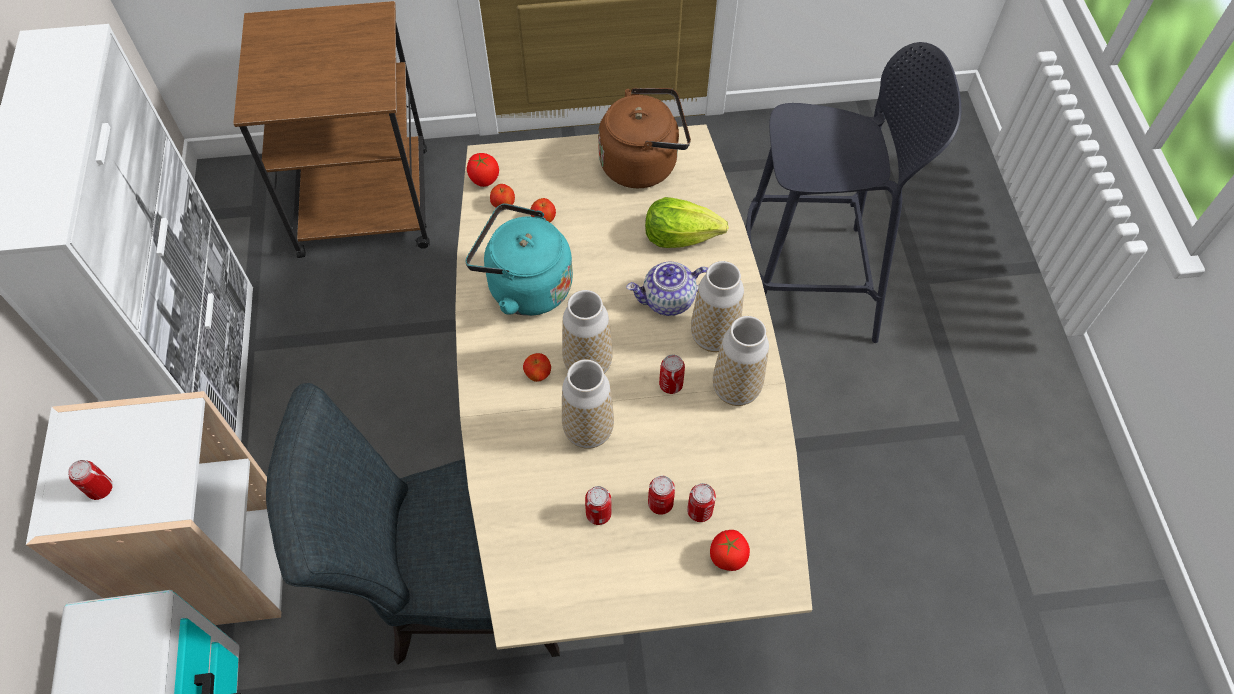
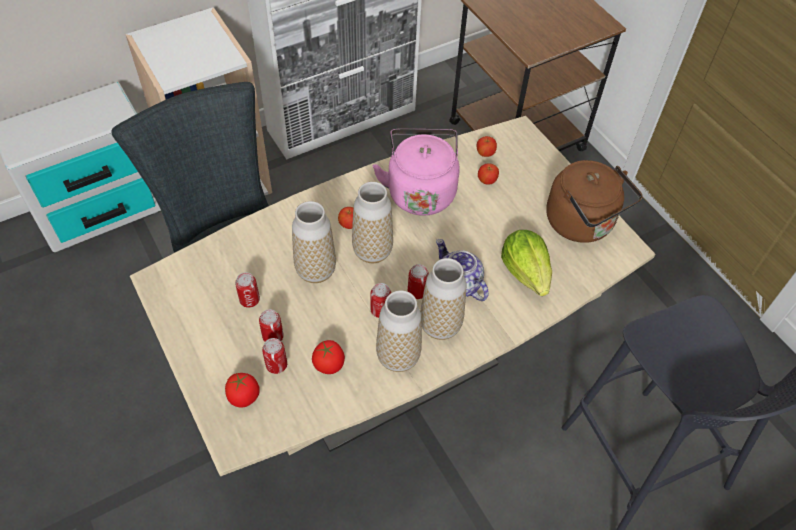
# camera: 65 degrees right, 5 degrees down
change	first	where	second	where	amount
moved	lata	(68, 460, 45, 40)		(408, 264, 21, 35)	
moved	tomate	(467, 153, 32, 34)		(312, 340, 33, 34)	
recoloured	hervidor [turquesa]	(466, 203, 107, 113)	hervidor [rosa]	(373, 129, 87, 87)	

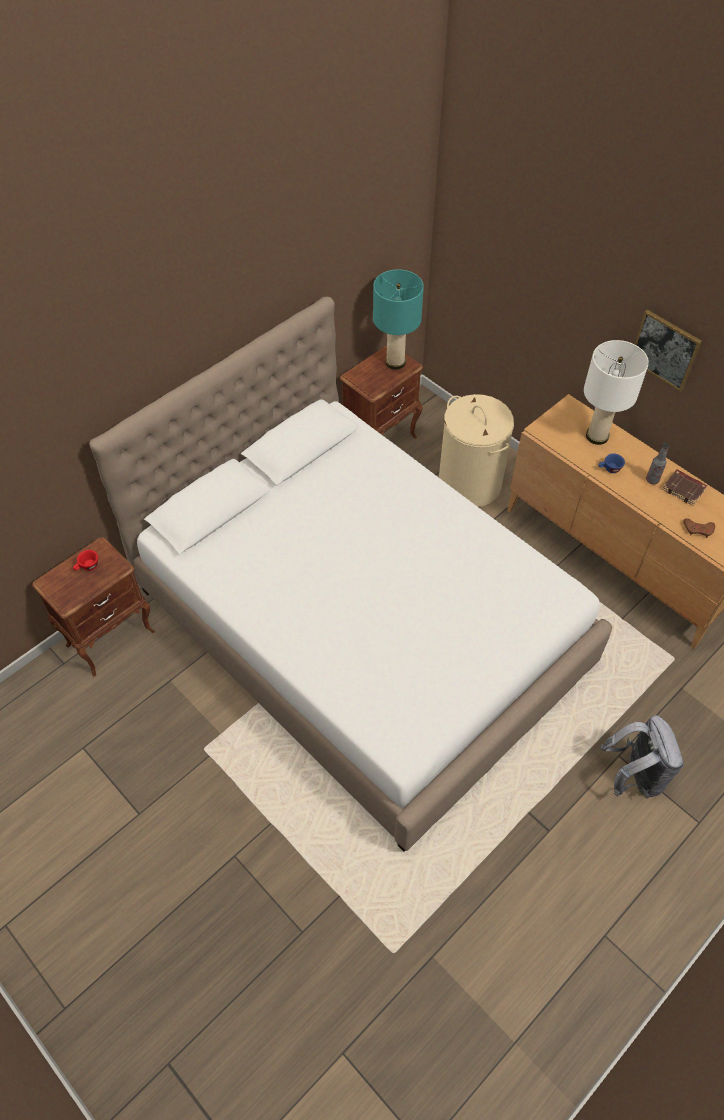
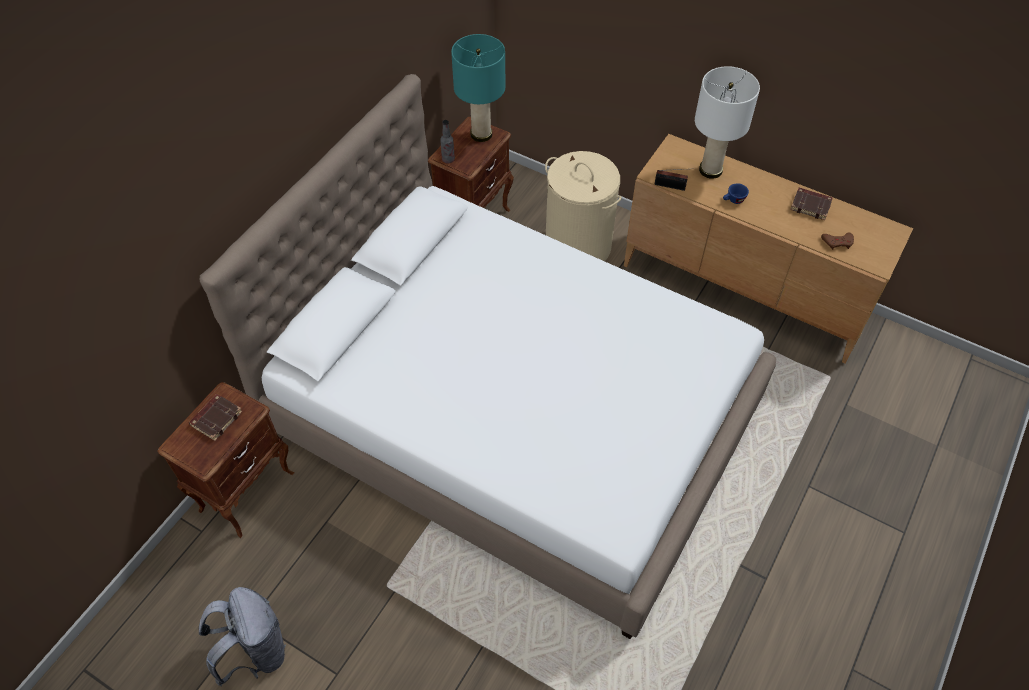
# camera: 15 degrees left, 0 degrees up
change	first	where	second	where	amount
removed	cuadro	(635, 309, 67, 83)			
added			radio	(655, 168, 39, 23)	
moved	mochila [gris]	(600, 715, 84, 84)		(199, 587, 87, 99)	
moved	botella	(646, 443, 23, 41)		(440, 120, 15, 44)	
replaced	taza [rojo]	(73, 550, 25, 21)	libro [marrón]	(189, 394, 54, 47)	

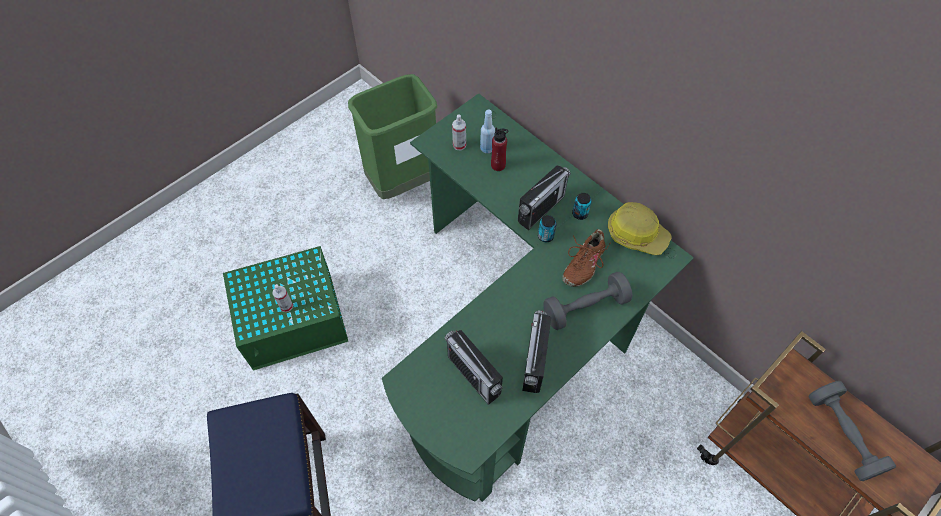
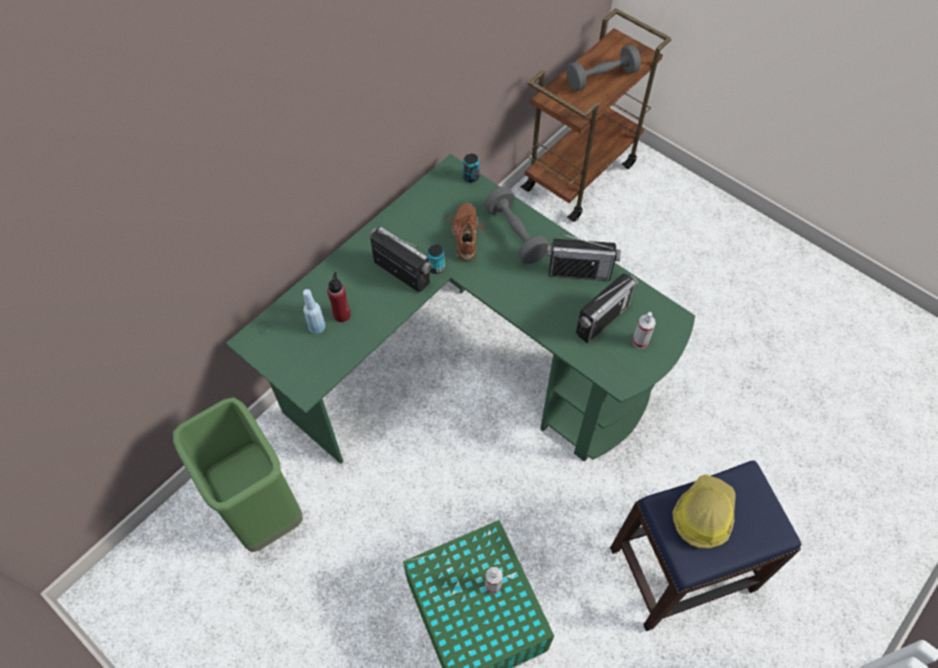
# camera: 95 degrees left, 0 degrees up
change	first	where	second	where	amount
moved	pulverizador	(452, 114, 14, 36)		(632, 312, 24, 37)	
moved	lata	(572, 193, 20, 27)		(463, 153, 17, 29)	
moved	casco	(608, 202, 64, 53)		(672, 474, 64, 75)	
turned	zapato [marrón]	(562, 229, 50, 58)		(446, 203, 44, 58)	120 degrees counterclockwise

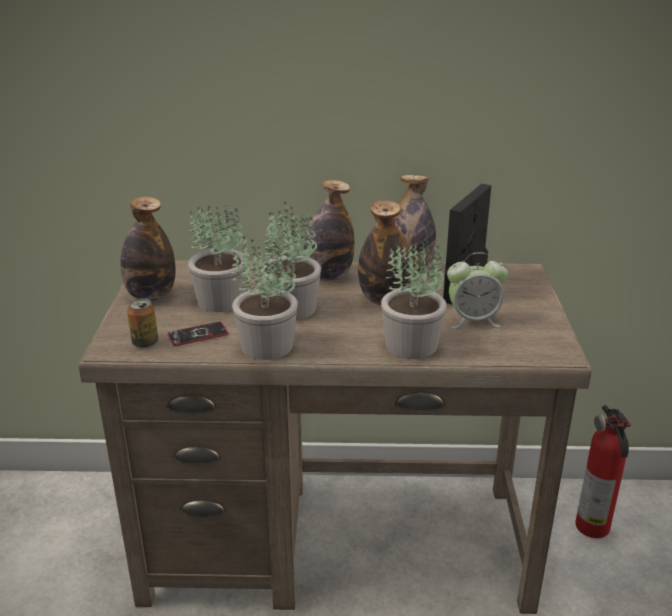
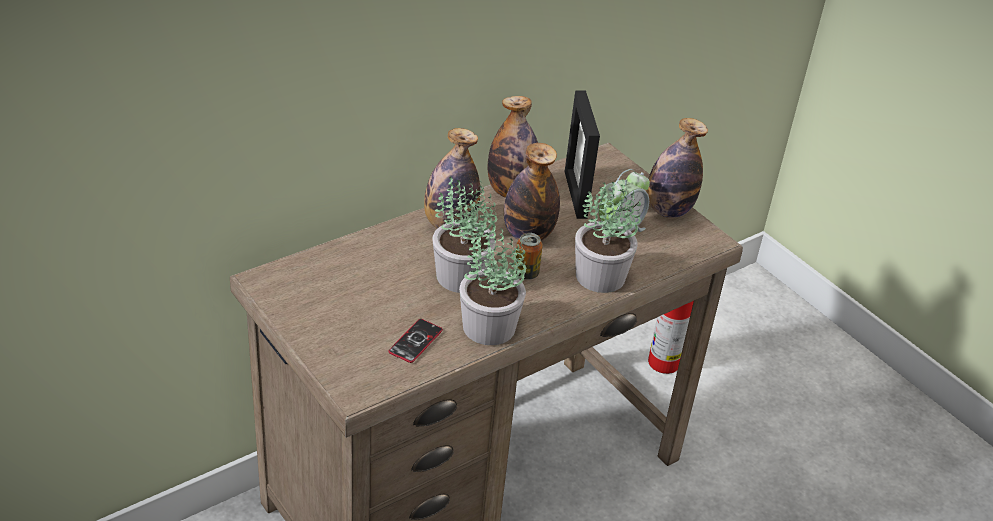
# camera: 40 degrees left, 10 degrees up
change	first	where	second	where	amount
removed	planta en maceta	(188, 204, 58, 108)			
moved	botella	(120, 196, 56, 105)		(646, 118, 62, 100)	
moved	lata	(127, 298, 31, 50)		(514, 233, 29, 47)	

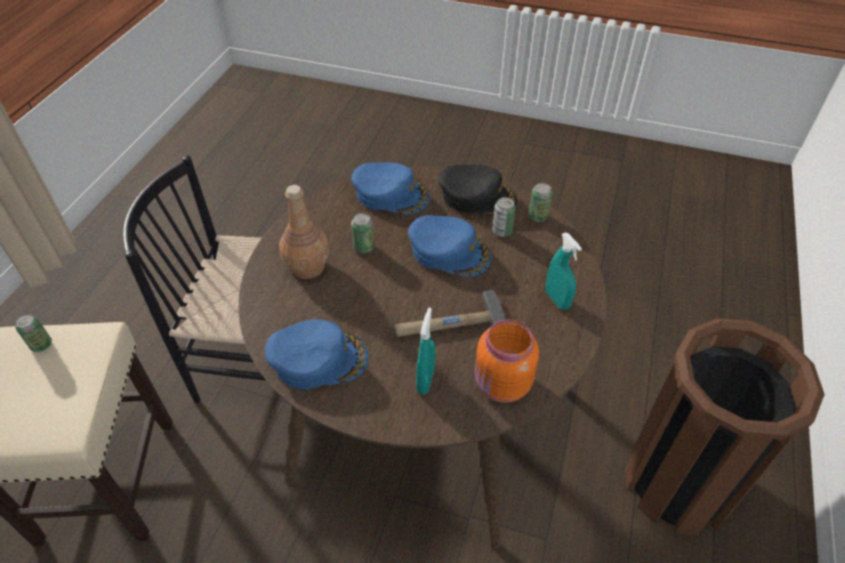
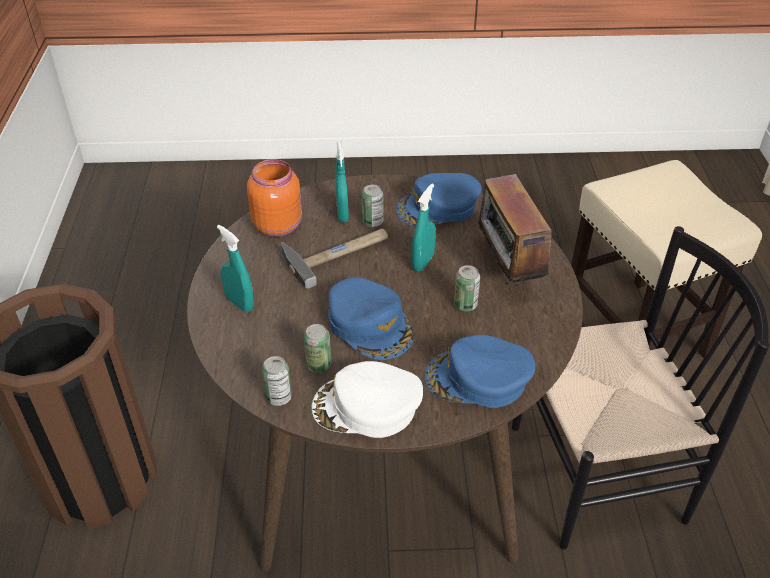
# camera: 160 degrees right, 5 degrees down
change	first	where	second	where	amount
added			pulverizador [turquesa]	(412, 184, 24, 88)	
moved	lata	(15, 314, 37, 38)		(362, 185, 21, 42)	
replaced	botella [marrón]	(279, 185, 50, 94)	radio	(471, 169, 80, 117)	
recoloured	gorra [negro]	(438, 165, 79, 51)	gorra [blanco]	(312, 361, 111, 77)	
turned	gorra [azul]	(408, 215, 84, 62)		(328, 277, 86, 83)	135 degrees counterclockwise

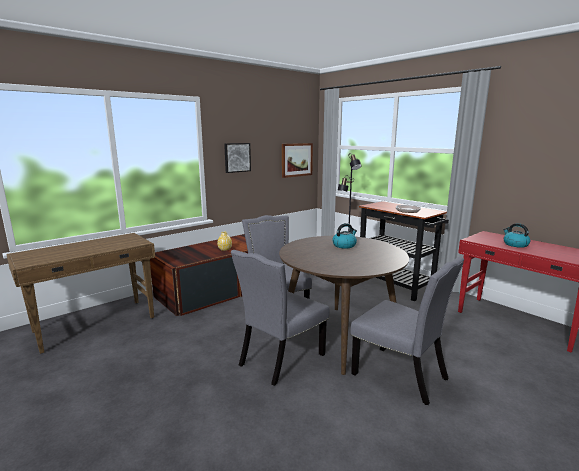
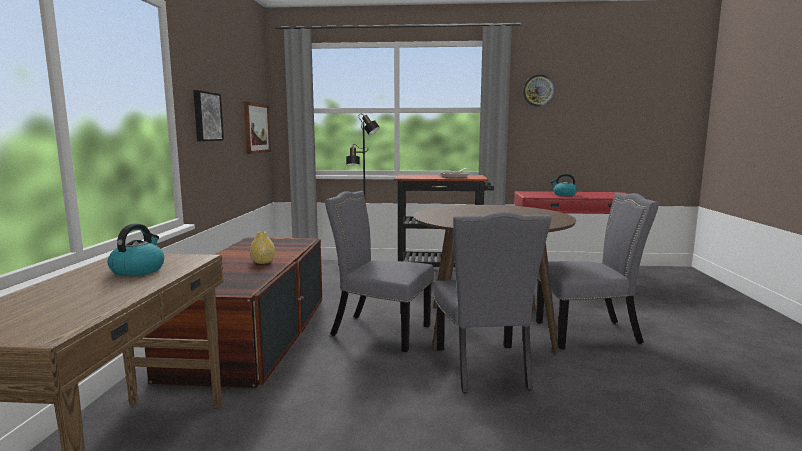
# camera: 45 degrees left, 5 degrees down
change	first	where	second	where	amount
added			reloj de pared	(523, 74, 32, 33)	
moved	hervidor	(332, 223, 25, 26)		(107, 224, 57, 52)	

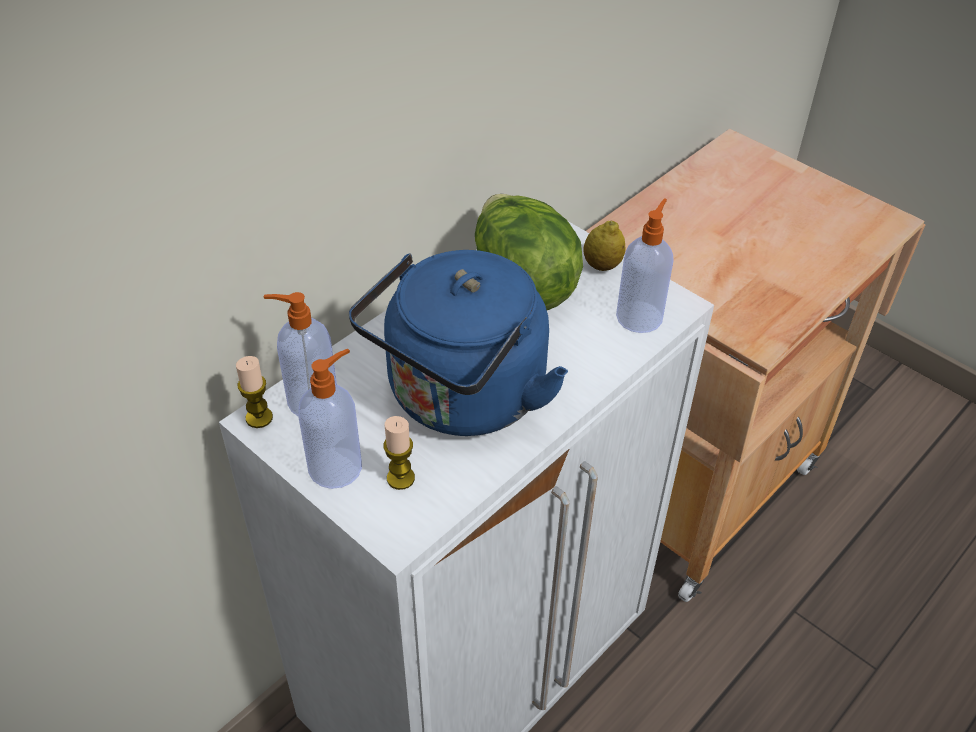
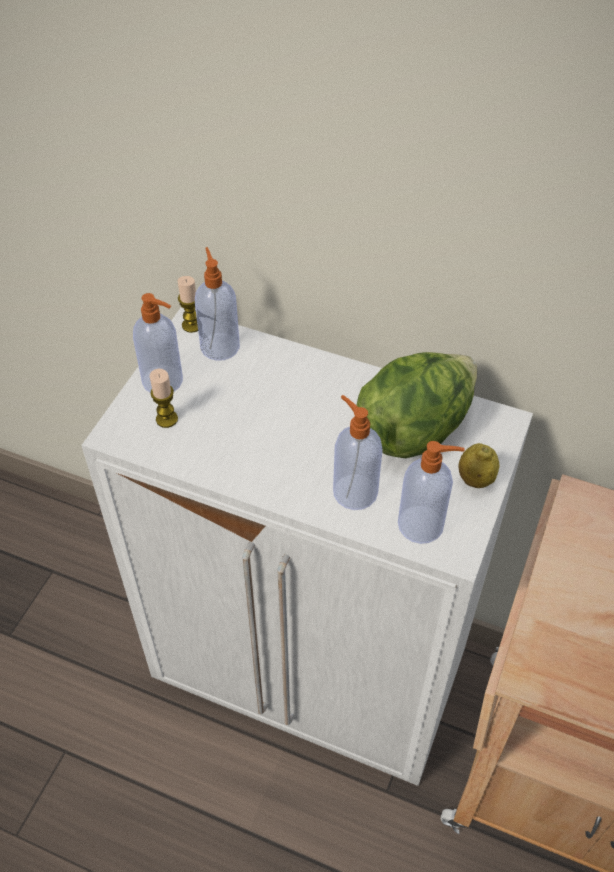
# camera: 70 degrees right, 5 degrees up
change	first	where	second	where	amount
removed	hervidor [azul]	(349, 250, 219, 186)			
added			dispensador de jabón	(333, 395, 50, 115)	

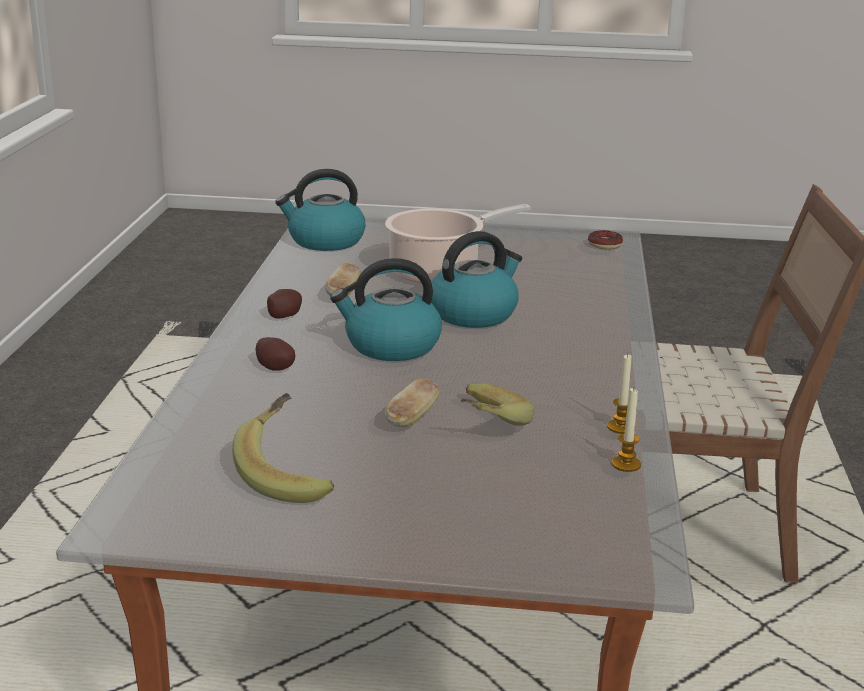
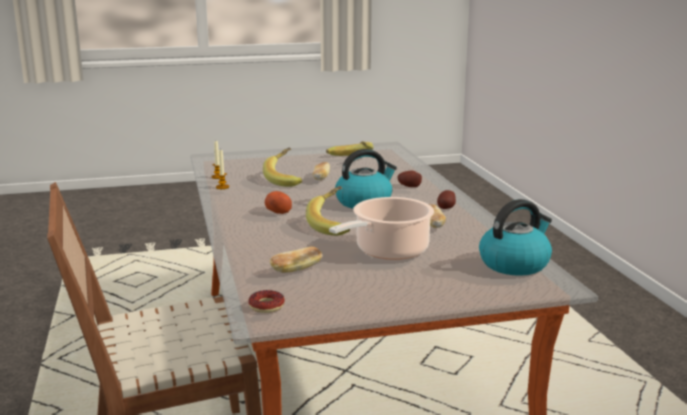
# camera: 160 degrees right, 5 degrees down
change	first	where	second	where	amount
added			patata	(265, 191, 27, 23)	
added			pan	(270, 247, 53, 26)	
replaced	hervidor	(431, 231, 91, 97)	plátano	(306, 186, 44, 50)	

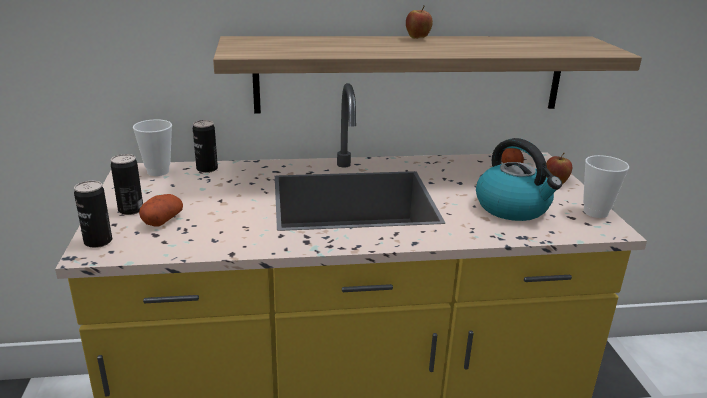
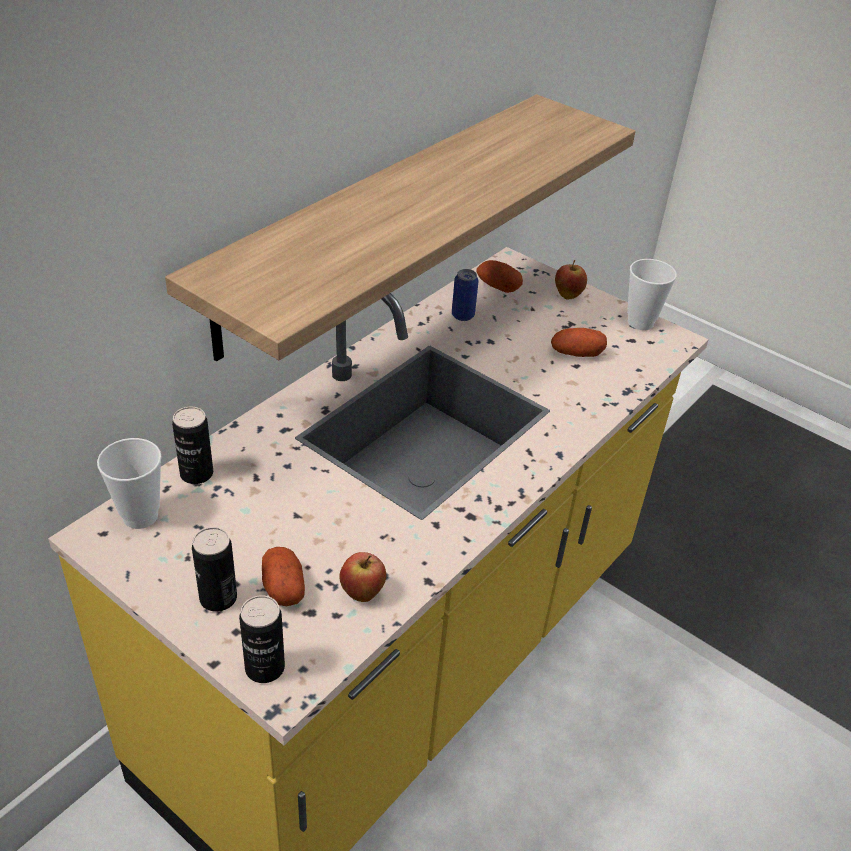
# camera: 45 degrees left, 15 degrees up
change	first	where	second	where	amount
added			lata	(452, 269, 27, 52)	
moved	manzana	(406, 5, 27, 34)		(339, 552, 47, 50)	
replaced	hervidor	(476, 138, 86, 83)	patata	(551, 328, 56, 29)	

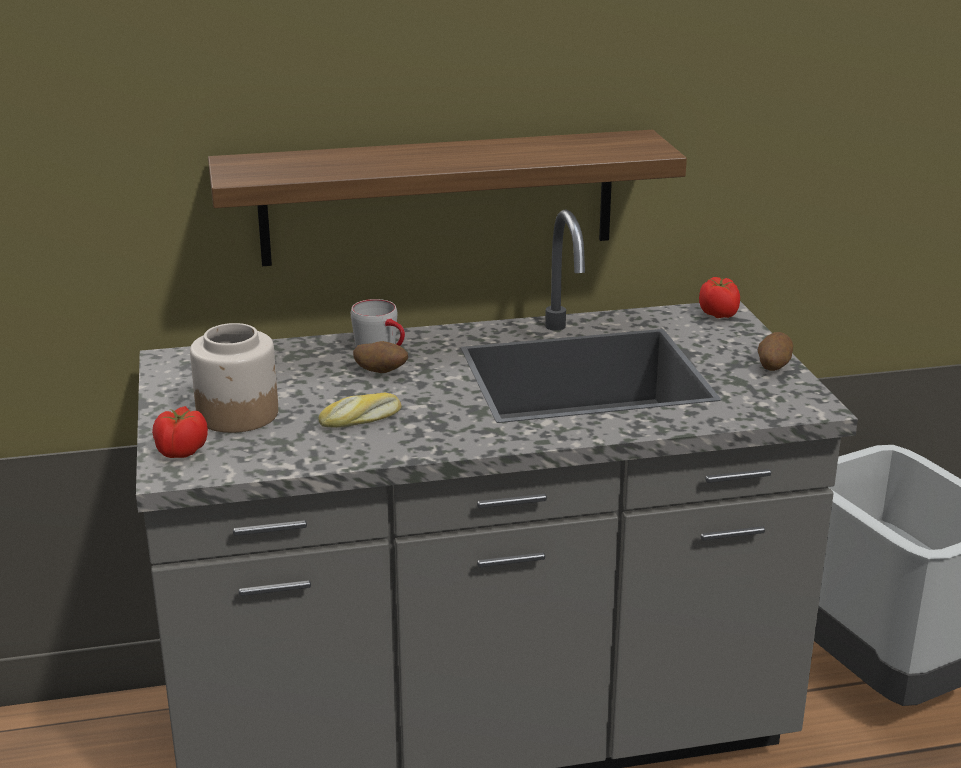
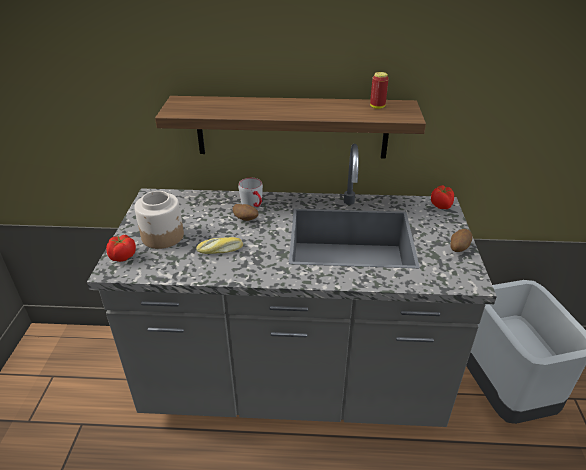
# camera: 15 degrees right, 10 degrees up
change	first	where	second	where	amount
added			lata	(370, 72, 19, 37)	

